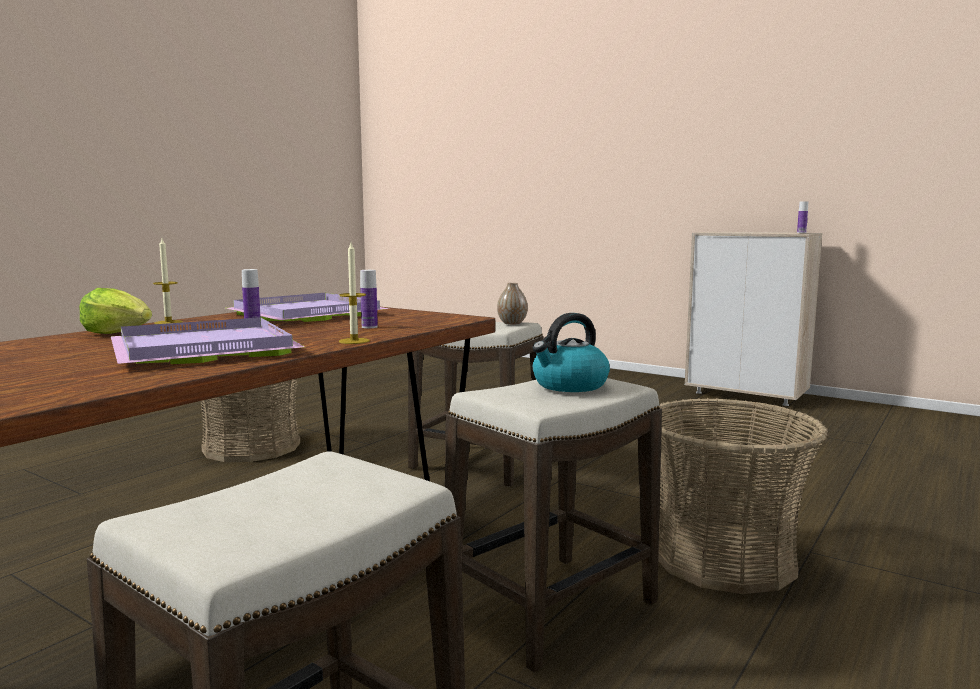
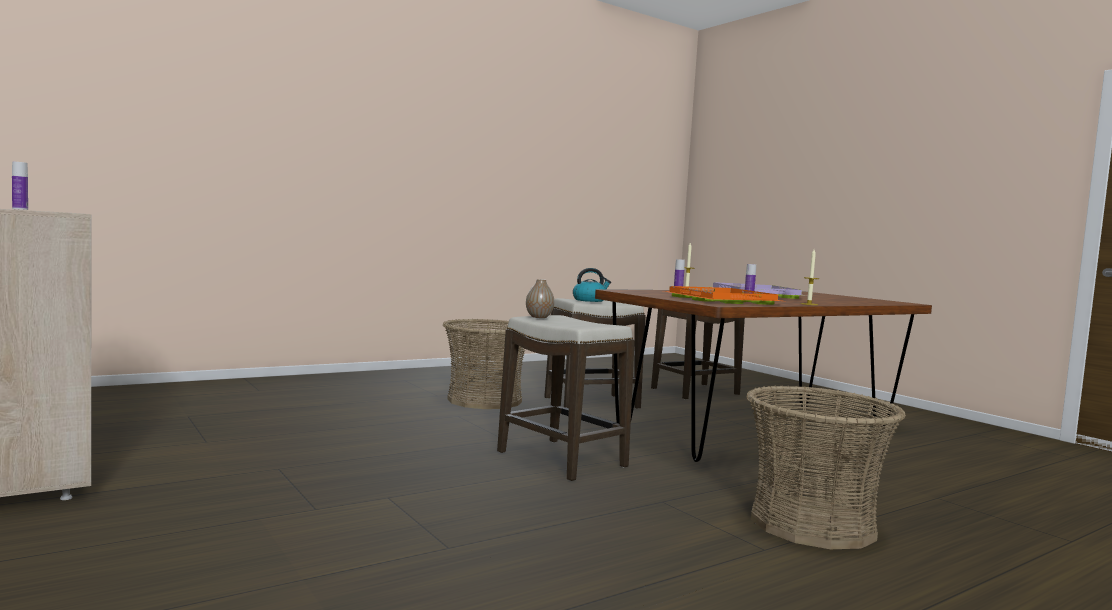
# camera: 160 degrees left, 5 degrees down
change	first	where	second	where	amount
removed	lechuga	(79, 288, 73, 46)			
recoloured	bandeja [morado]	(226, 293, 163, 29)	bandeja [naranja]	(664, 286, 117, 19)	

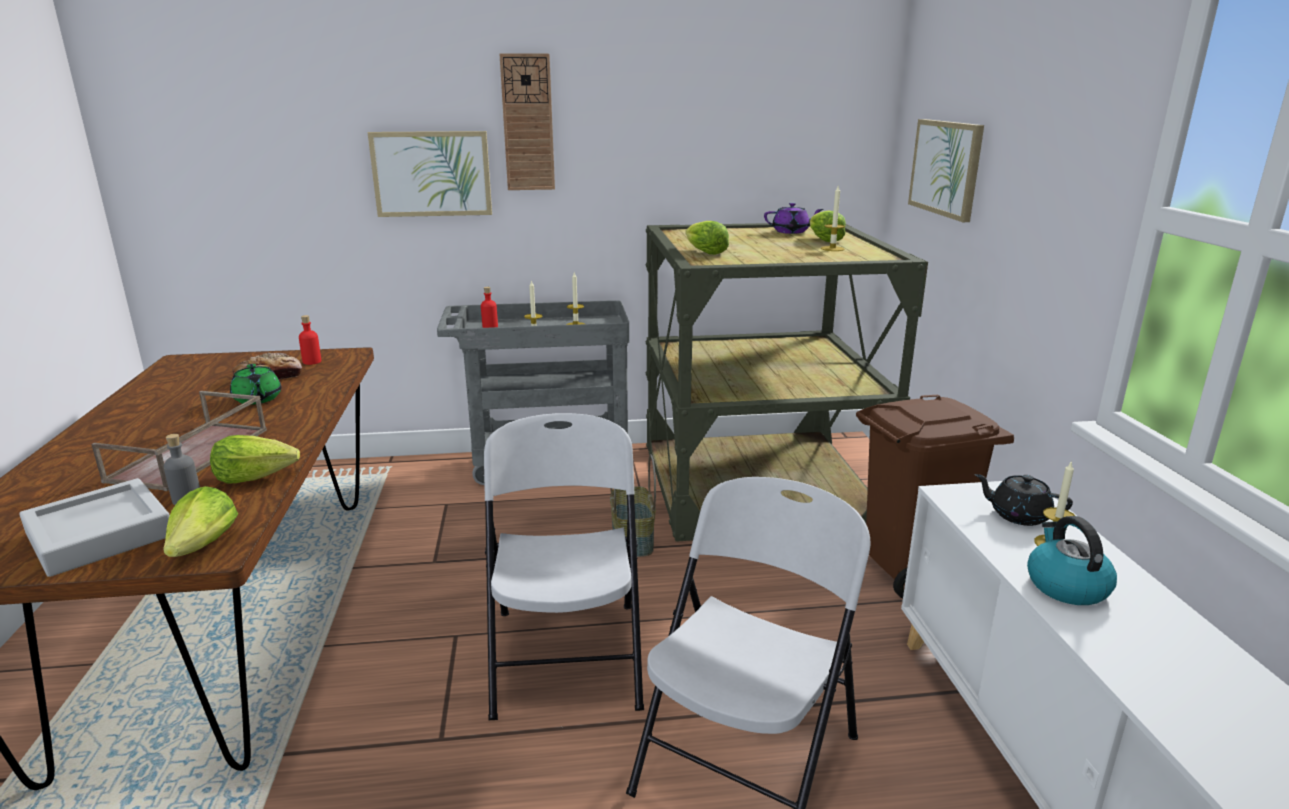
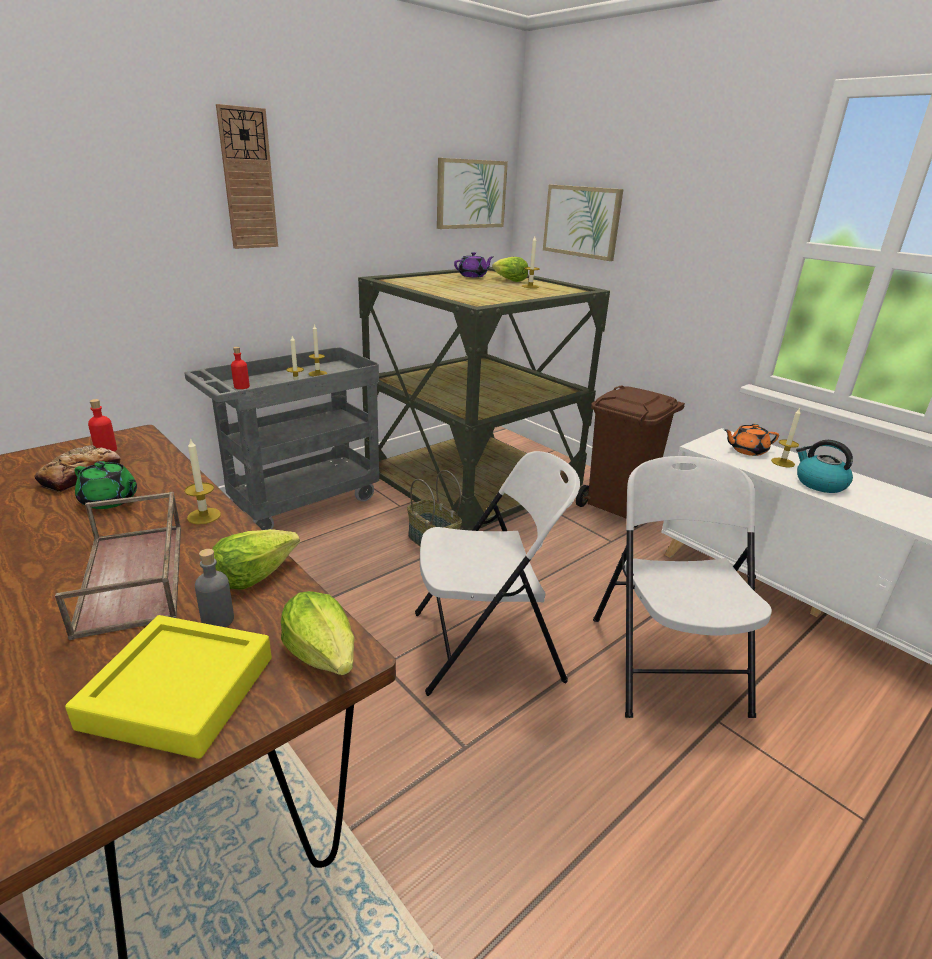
# camera: 35 degrees left, 5 degrees up
change	first	where	second	where	amount
removed	lechuga	(685, 221, 44, 34)			
added			vela	(184, 438, 37, 87)	
moved	cuadro	(367, 131, 125, 86)		(437, 158, 71, 71)	
recoloured	bandeja [gris]	(19, 478, 151, 99)	bandeja [amarillo]	(65, 615, 207, 144)	
recoloured	tetera [negro]	(974, 474, 99, 52)	tetera [naranja]	(724, 423, 55, 33)	
turned	silla [blanco]	(484, 413, 160, 307)		(415, 451, 165, 245)	120 degrees clockwise

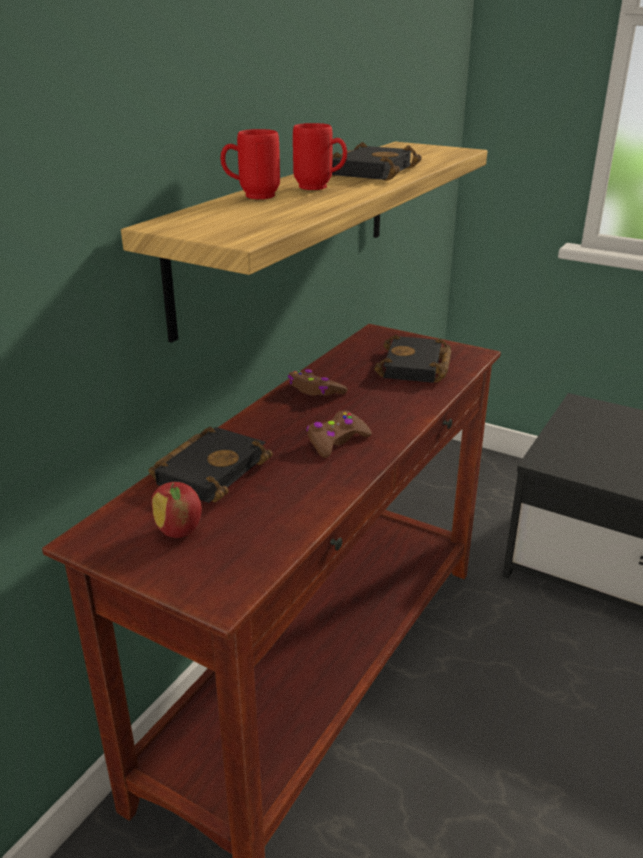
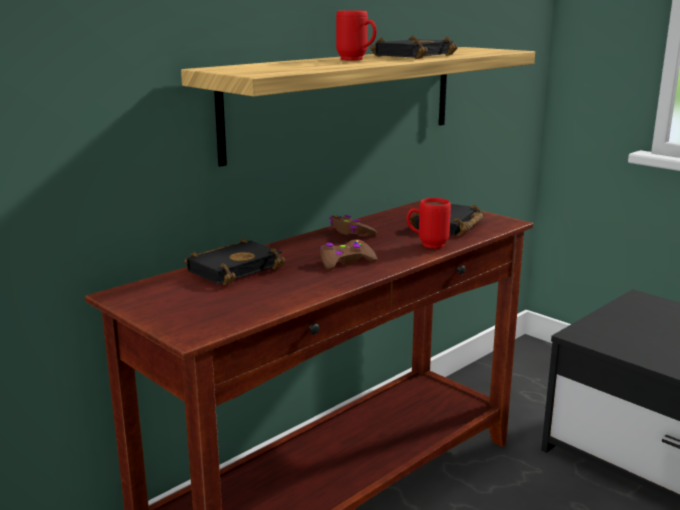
# camera: 15 degrees right, 10 degrees down
change	first	where	second	where	amount
removed	manzana	(151, 482, 51, 56)			
moved	taza grande [rojo]	(220, 129, 60, 70)		(406, 198, 45, 51)	

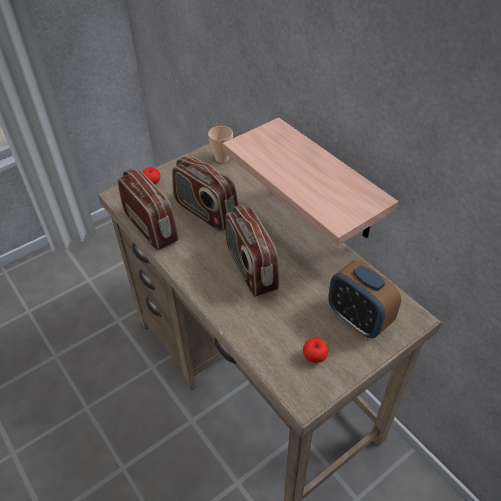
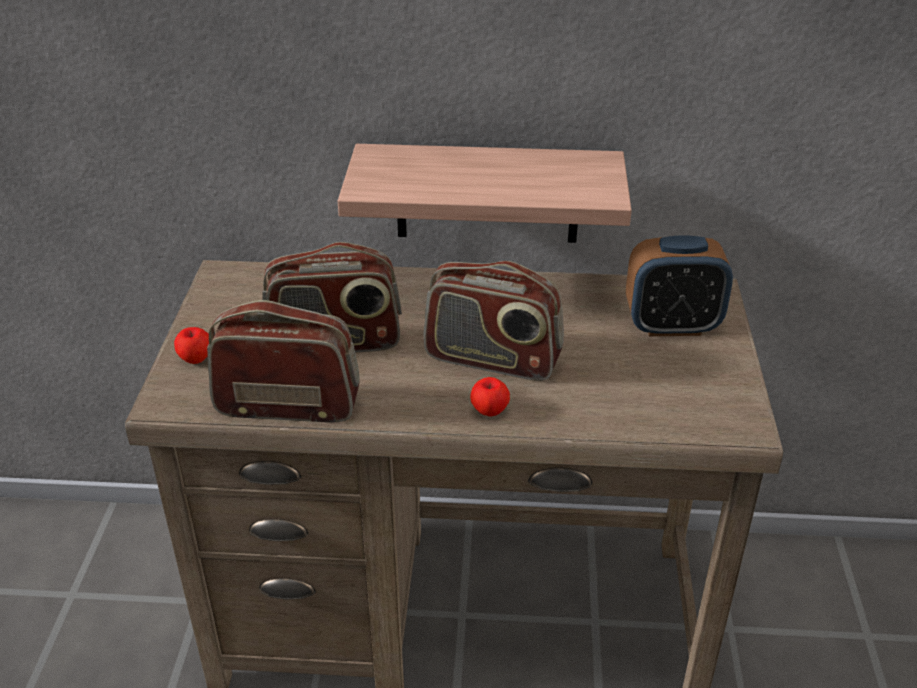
# camera: 50 degrees left, 10 degrees down
change	first	where	second	where	amount
removed	taza	(208, 126, 25, 37)			
moved	manzana	(303, 338, 26, 25)		(470, 377, 40, 39)	

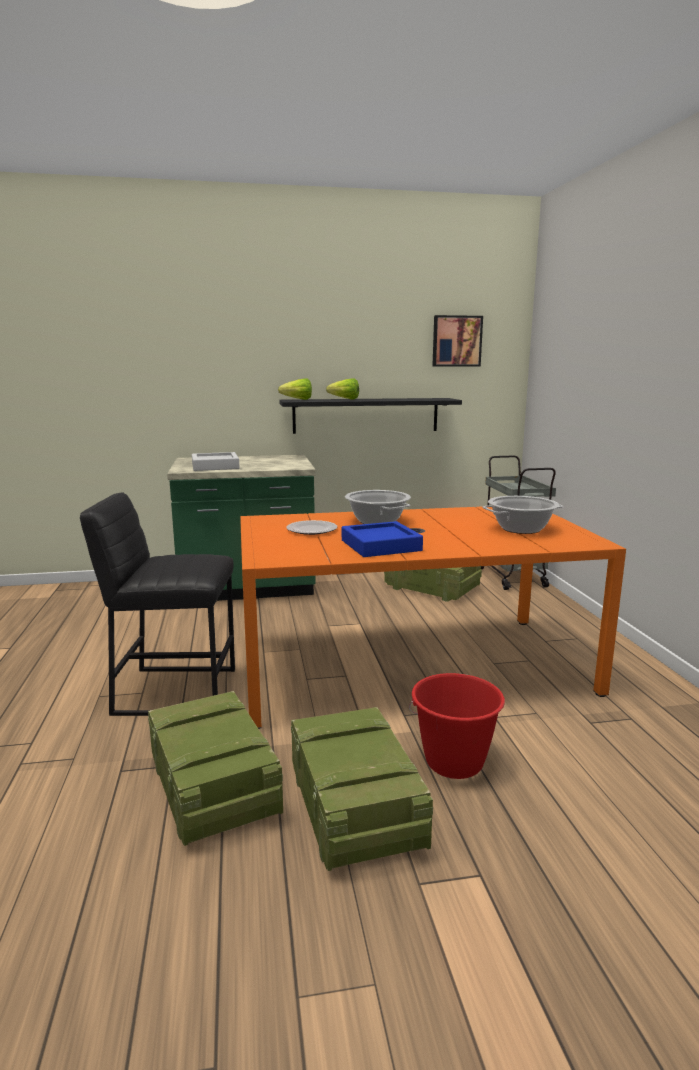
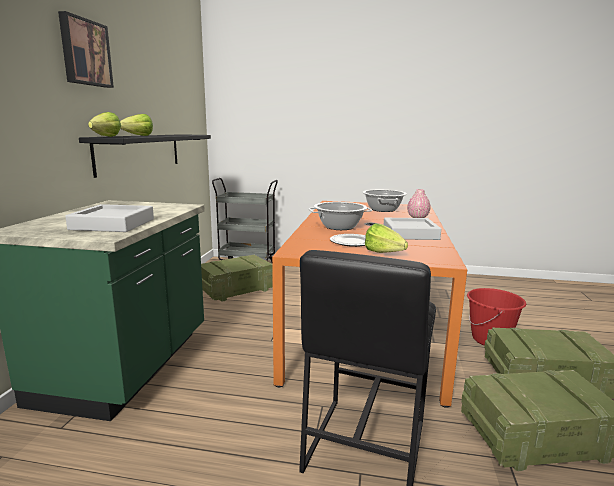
# camera: 70 degrees left, 0 degrees up
change	first	where	second	where	amount
added			lechuga	(365, 223, 43, 30)	
added			florero [rosa]	(407, 189, 24, 29)	
moved	cuadro	(432, 315, 51, 52)		(58, 11, 56, 77)	
recoloured	bandeja [azul]	(342, 521, 81, 36)	bandeja [gris]	(384, 218, 57, 22)	

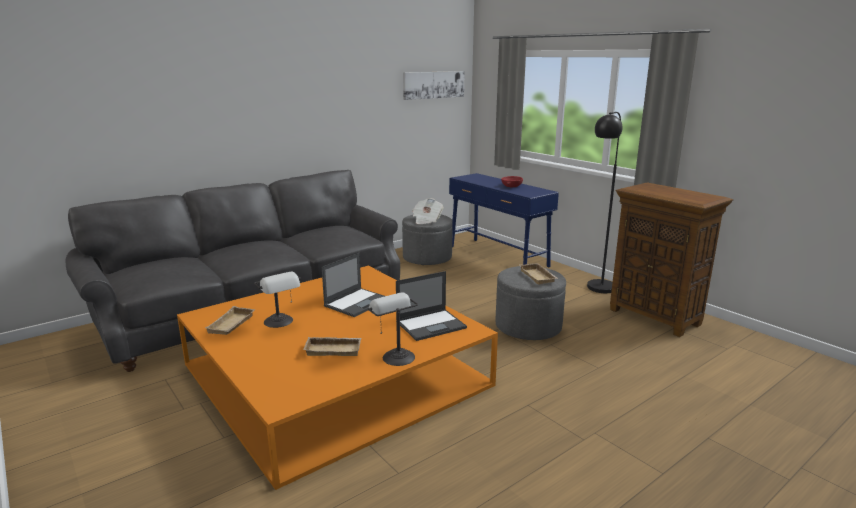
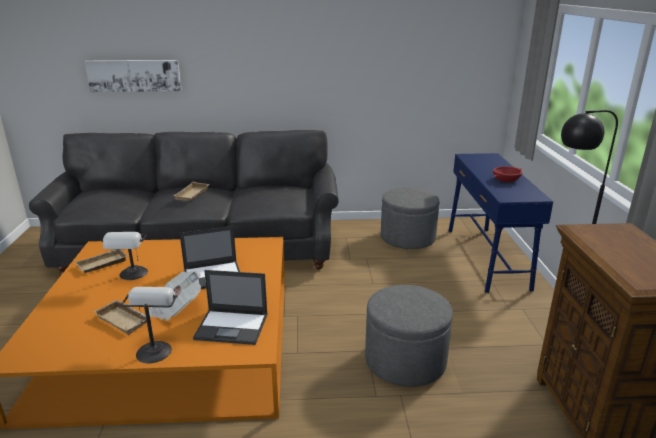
# camera: 35 degrees right, 5 degrees up
change	first	where	second	where	amount
moved	cuadro	(403, 71, 62, 29)		(85, 60, 97, 32)	
moved	periódico	(412, 198, 32, 26)		(149, 271, 52, 50)	
moved	bandeja [beis]	(520, 263, 38, 22)		(173, 182, 36, 19)	

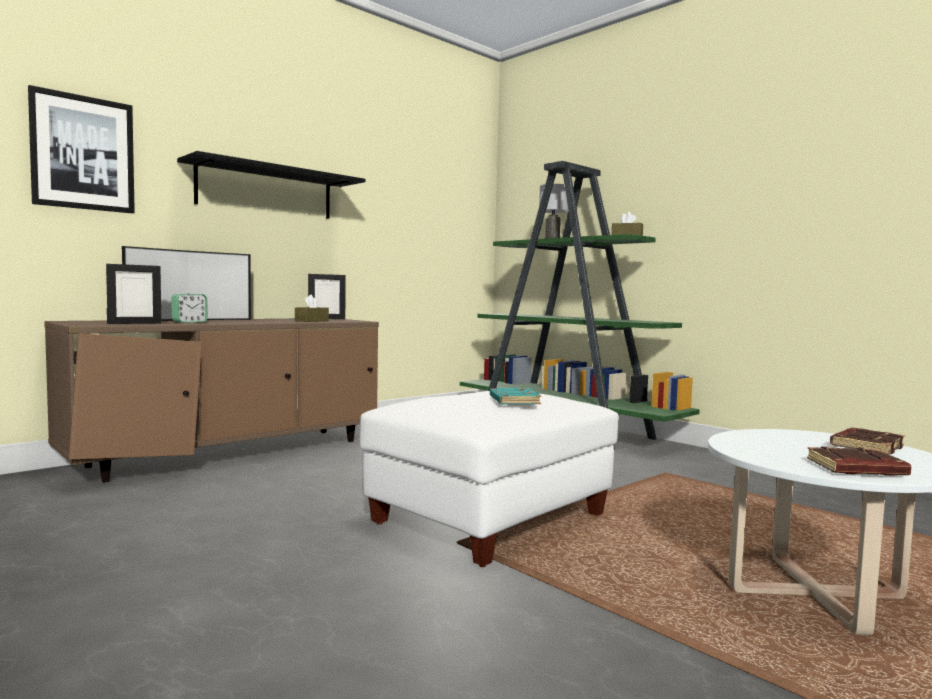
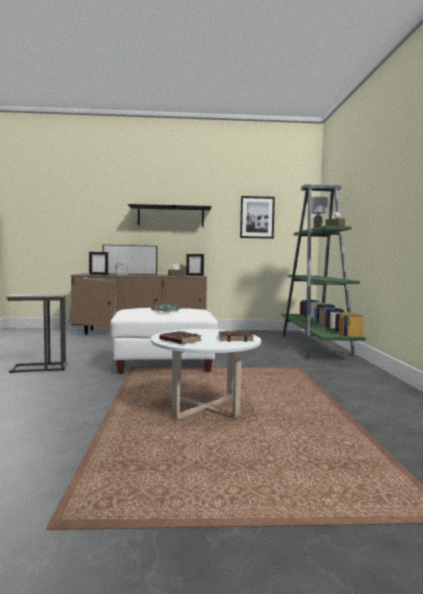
# camera: 40 degrees right, 0 degrees up
change	first	where	second	where	amount
added			mesa auxiliar [marrón]	(6, 294, 61, 79)	
moved	cuadro	(28, 85, 107, 129)		(240, 196, 35, 43)	

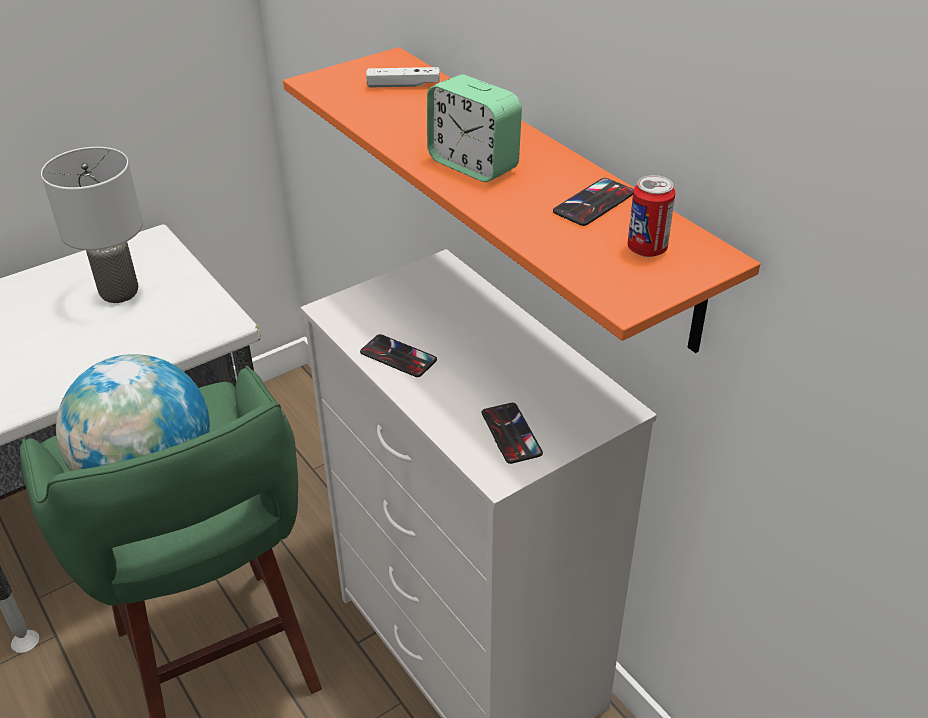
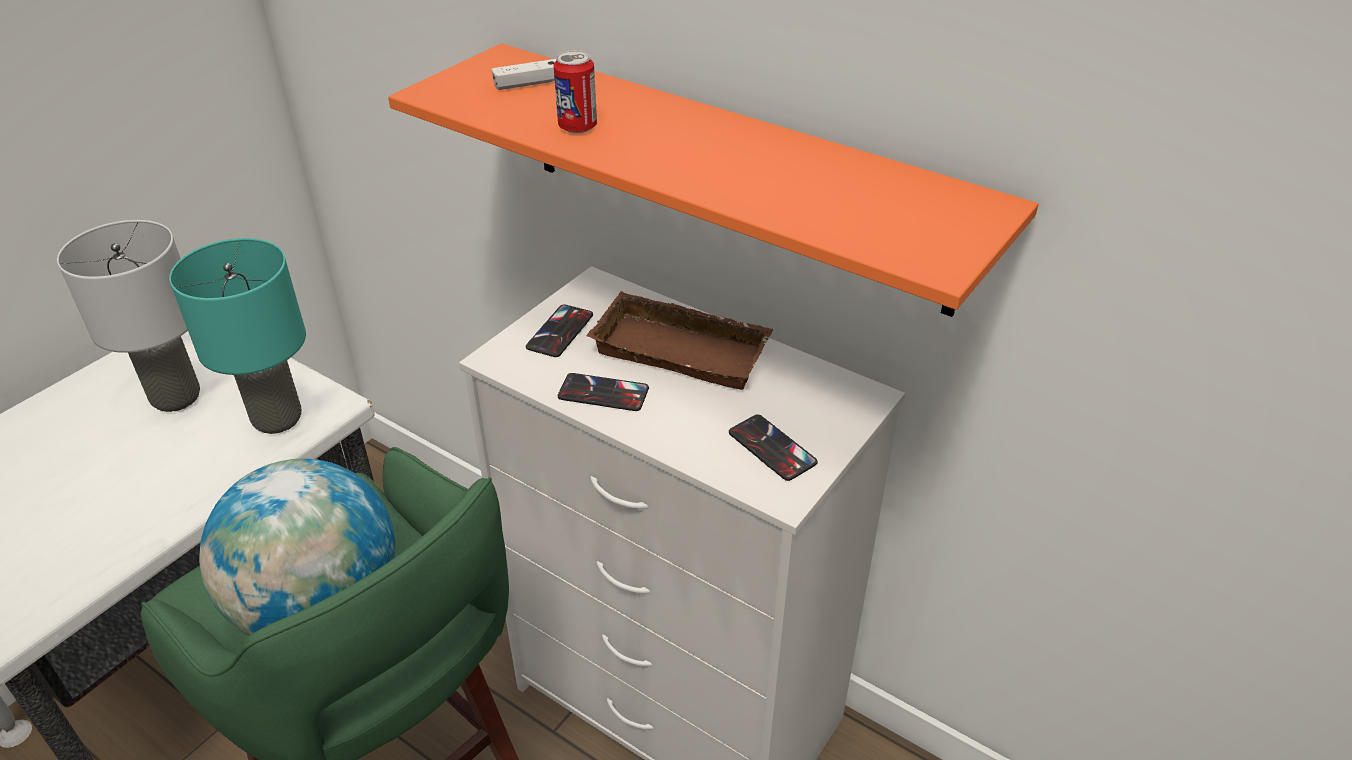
# camera: 20 degrees left, 0 degrees up
change	first	where	second	where	amount
removed	despertador	(427, 74, 95, 108)			
added			lámpara de mesa [turquesa]	(169, 238, 137, 196)	
added			bandeja [marrón]	(587, 292, 186, 98)	
moved	móvil	(553, 178, 81, 48)		(526, 304, 67, 53)	
moved	lata	(628, 175, 48, 82)		(554, 50, 43, 83)	

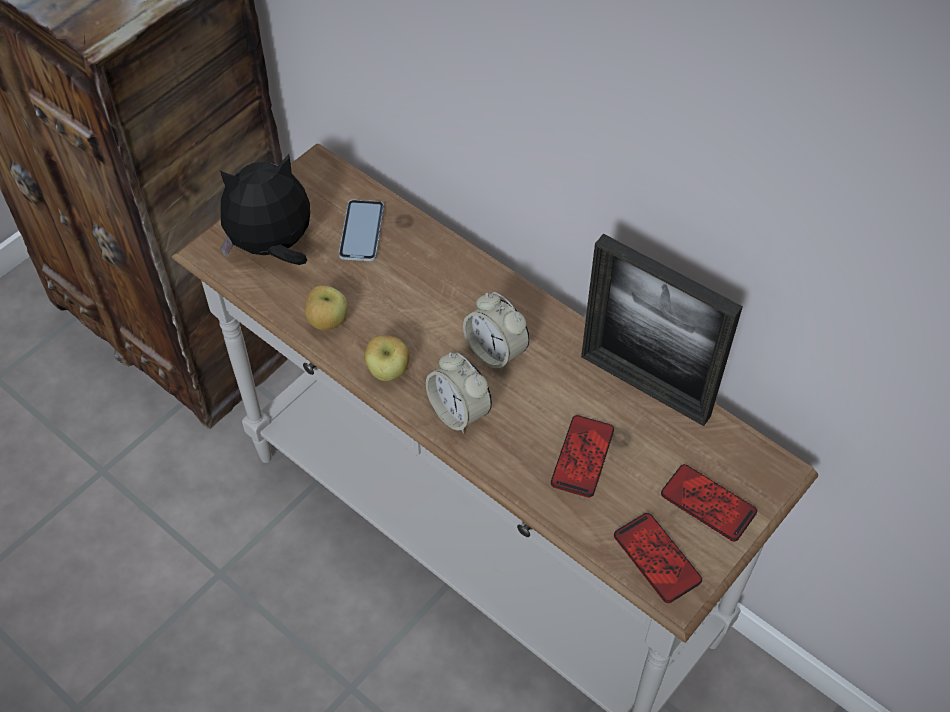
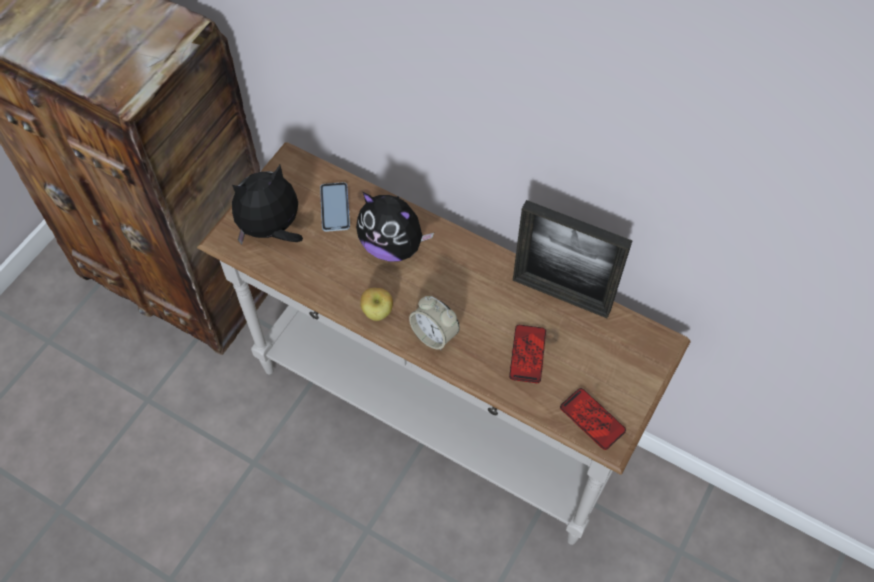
# camera: 10 degrees left, 5 degrees up
change	first	where	second	where	amount
removed	manzana	(305, 285, 43, 45)			
removed	despertador	(463, 292, 67, 80)			
removed	móvil	(661, 464, 96, 77)			
added			peluche	(356, 192, 78, 70)	

